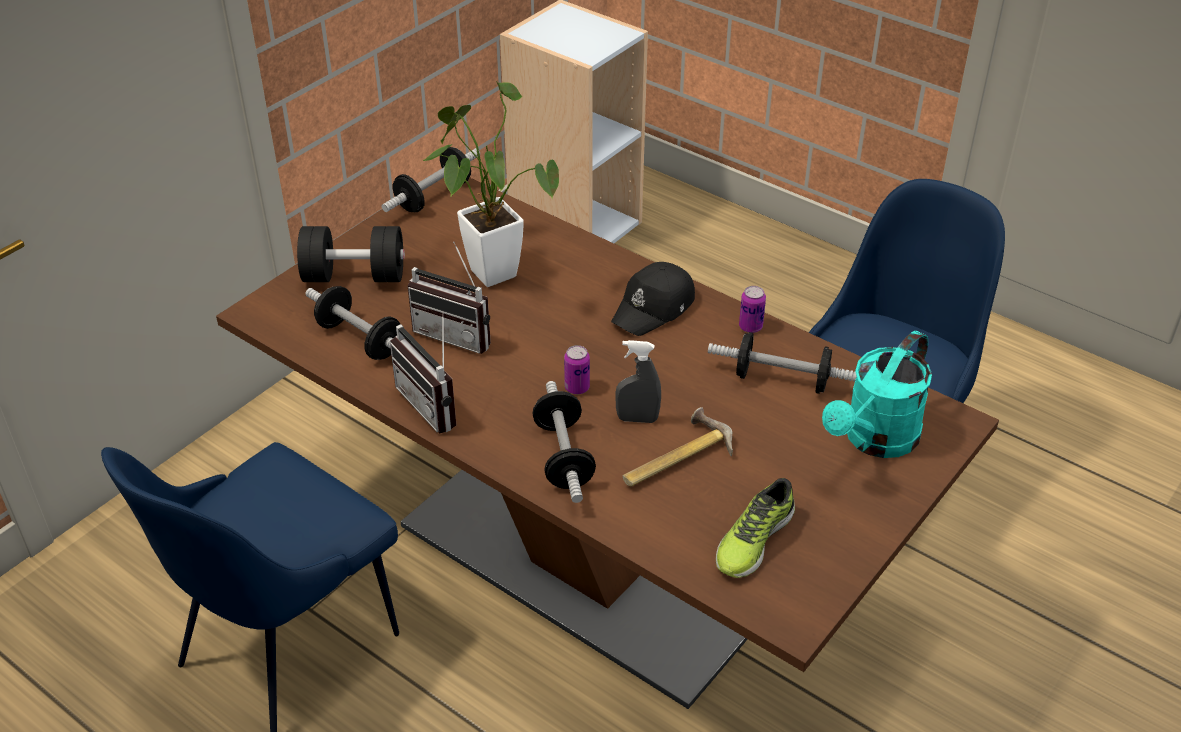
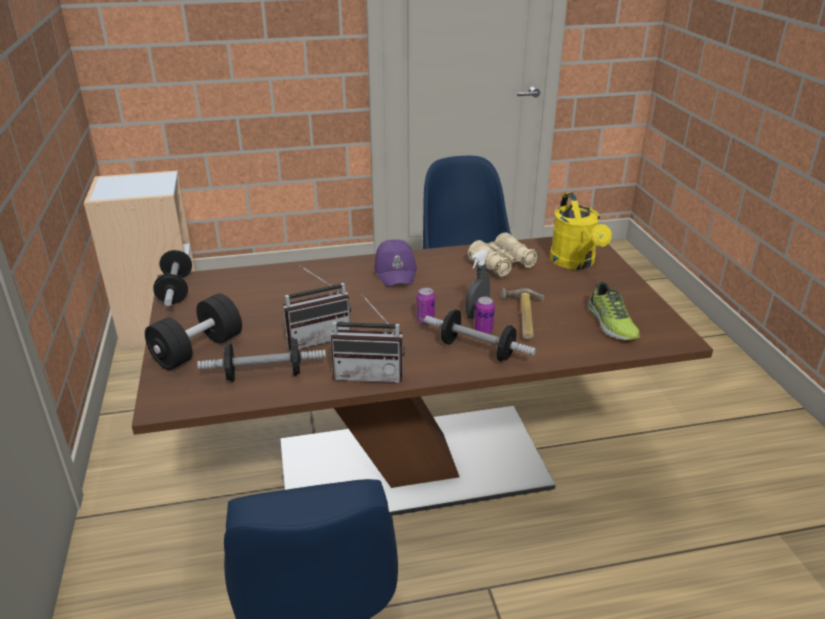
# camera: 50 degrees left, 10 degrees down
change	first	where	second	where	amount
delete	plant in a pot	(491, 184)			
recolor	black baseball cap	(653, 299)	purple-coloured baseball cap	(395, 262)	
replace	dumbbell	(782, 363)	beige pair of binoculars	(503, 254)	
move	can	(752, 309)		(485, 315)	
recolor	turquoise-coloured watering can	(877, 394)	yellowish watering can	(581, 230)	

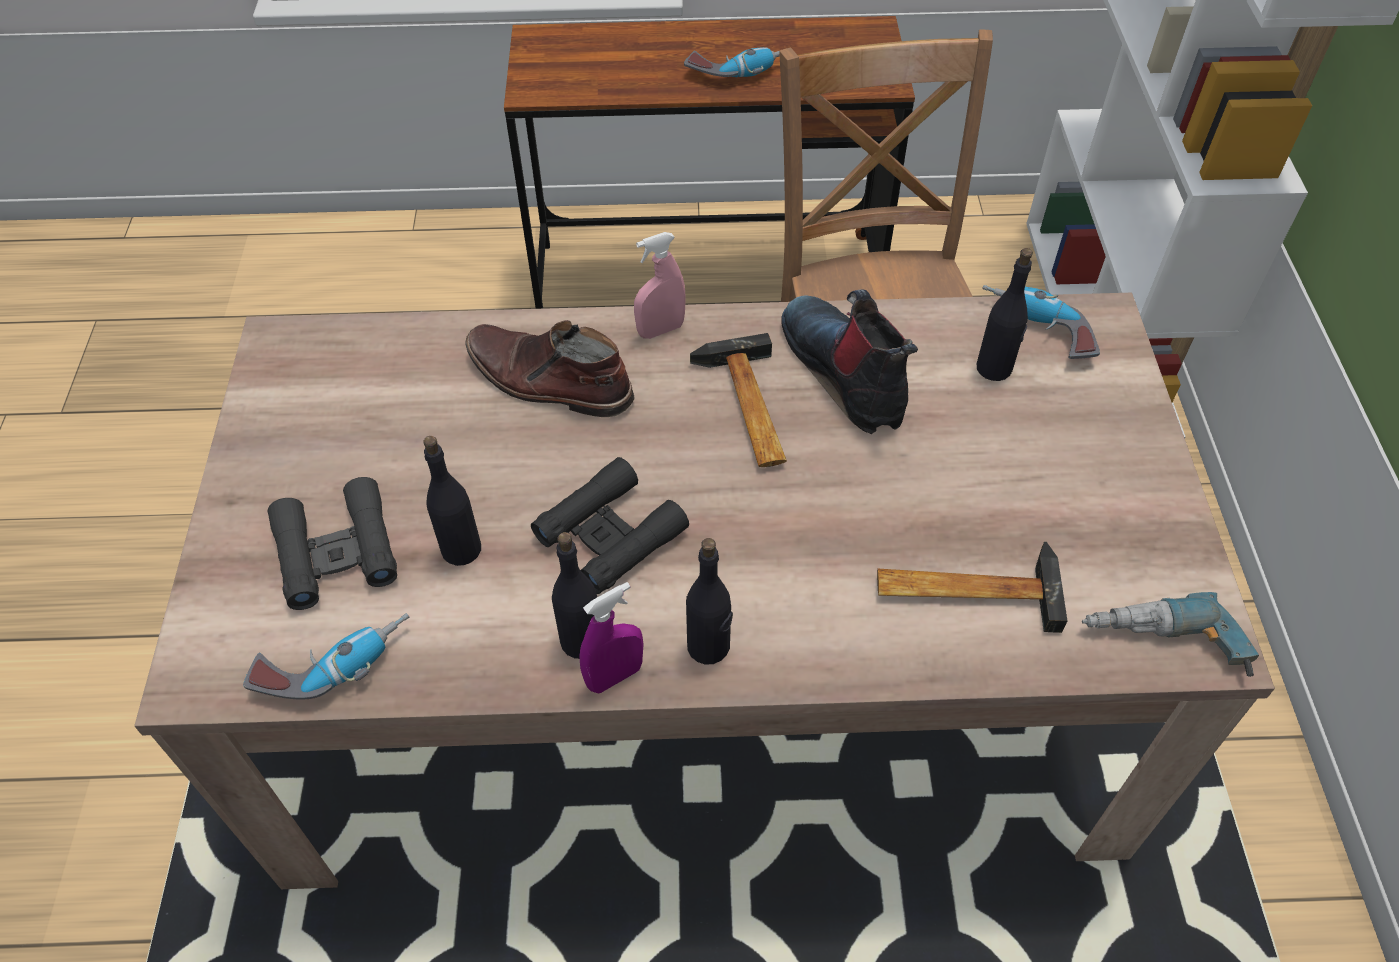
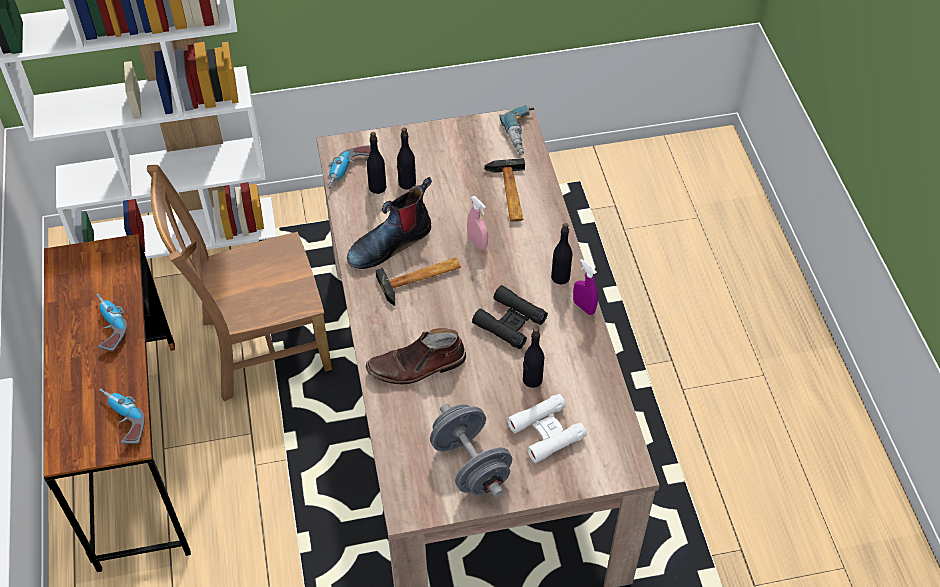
# camera: 100 degrees left, 0 degrees up
change	first	where	second	where	amount
move	power drill	(326, 656)		(122, 416)	
recolor	black pair of binoculars	(332, 543)	white-coloured pair of binoculars	(547, 428)	
rotate	brownish tall boot	(550, 368)		(416, 356)	60 degrees clockwise
move	black drink bottle	(574, 595)		(406, 159)	
move	pink sprayer	(660, 285)		(477, 223)	
insert			grey dumbbell	(471, 450)	

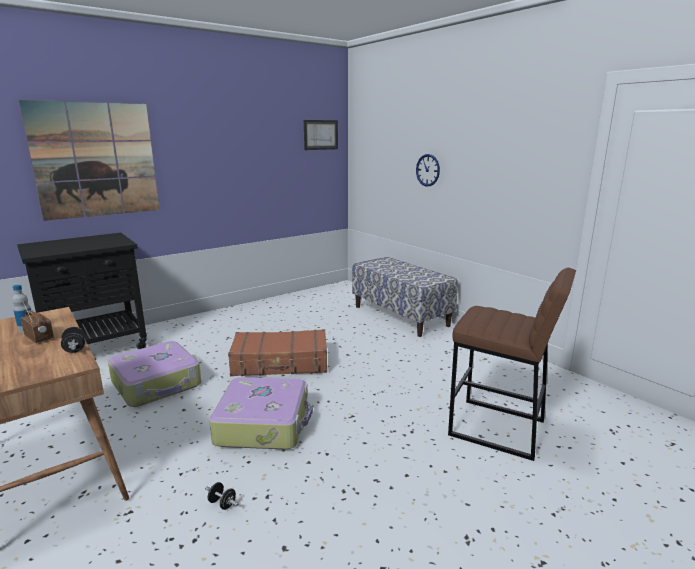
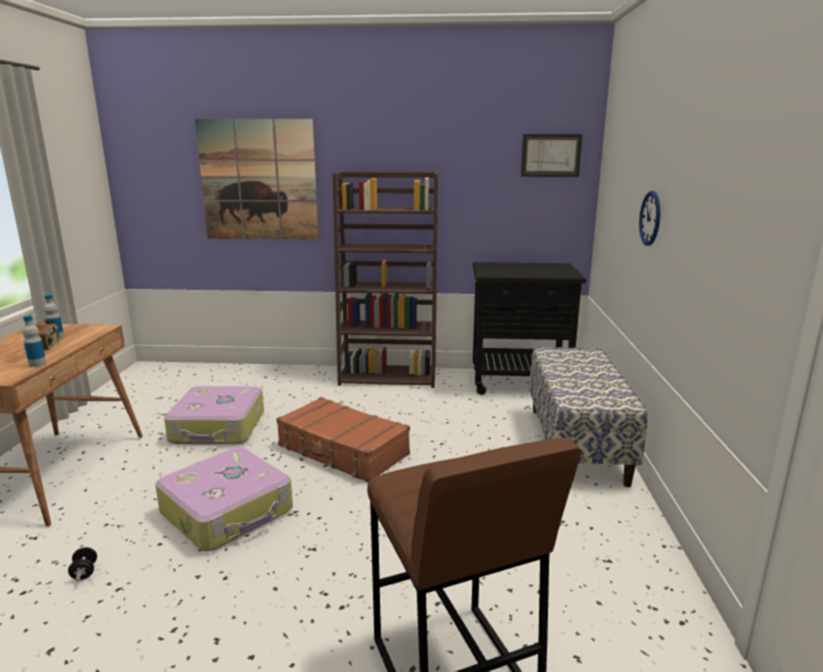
# camera: 40 degrees right, 0 degrees up
change	first	where	second	where	amount
move	black trolley	(82, 291)		(529, 328)	
replace	black dumbbell	(73, 340)	drink bottle	(34, 341)	
insert			brownish bookcase	(385, 280)	

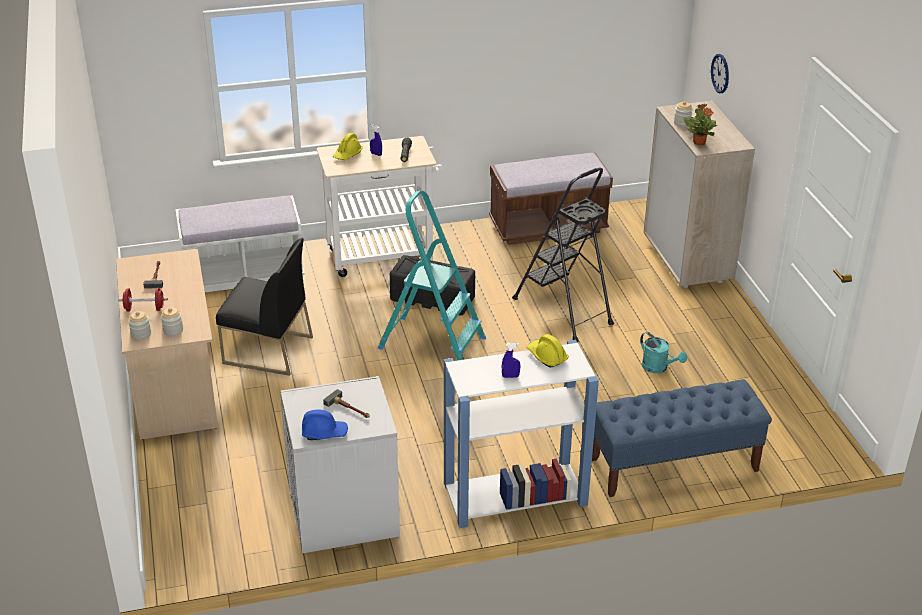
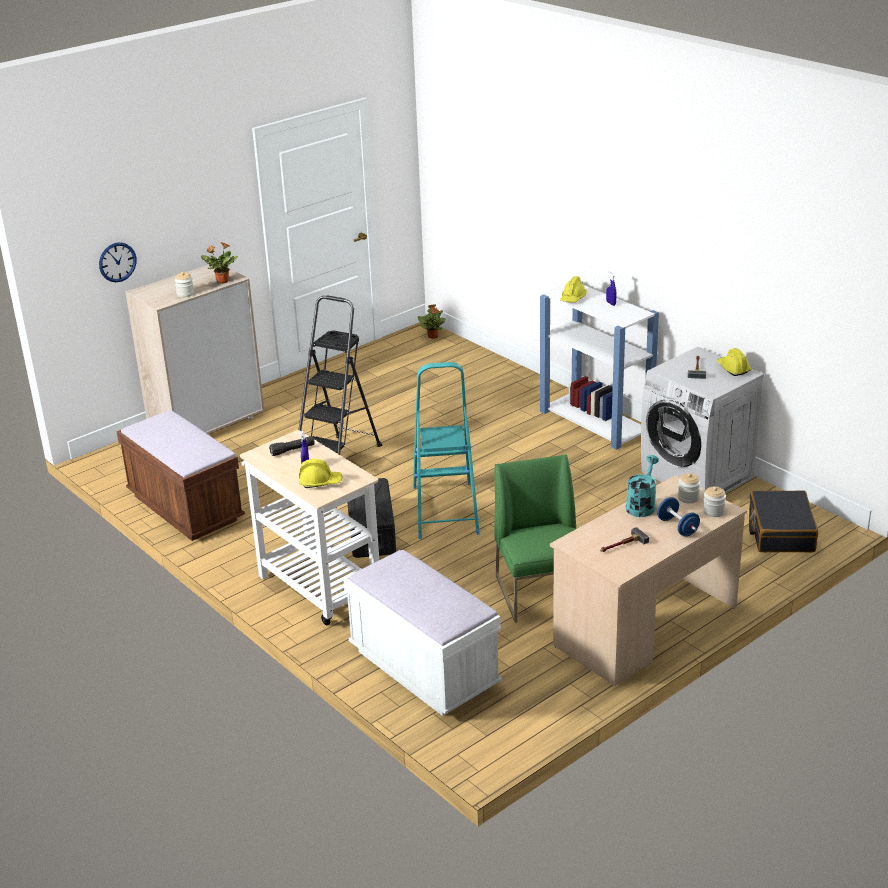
# camera: 115 degrees left, 5 degrees down
change	first	where	second	where	amount
recolor	red dumbbell	(143, 300)	blue dumbbell	(678, 517)	
recolor	black upright chair	(264, 307)	green upright chair	(535, 539)	
recolor	blue safety helmet	(325, 424)	yellowish safety helmet	(734, 362)	
delete	blue bench	(682, 438)			
move	turquoise-coloured watering can	(663, 352)		(642, 486)	
insert			plant in a pot	(431, 321)	
insert			black suitcase	(783, 521)	

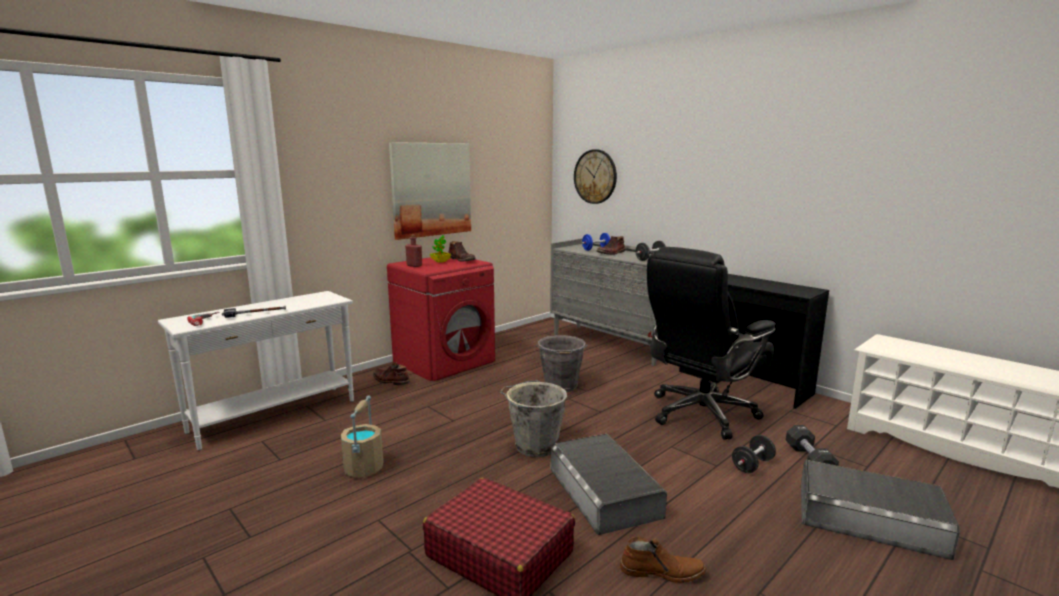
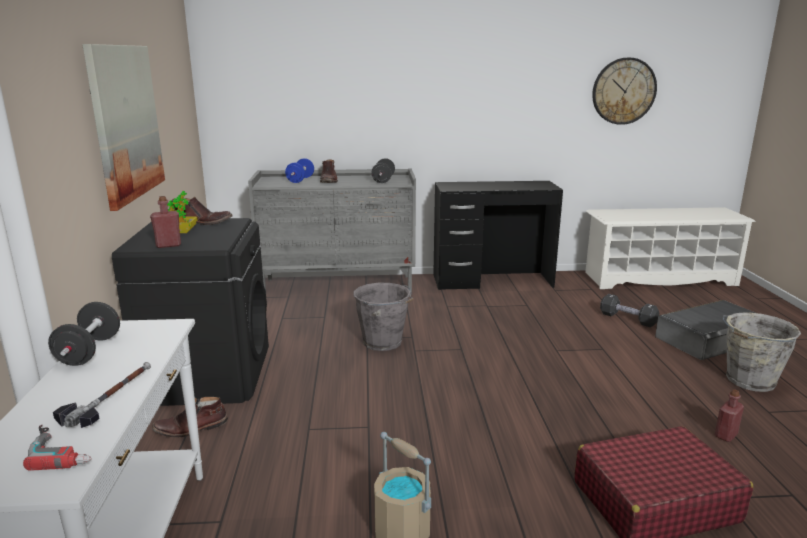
# camera: 50 degrees left, 5 degrees up
change	first	where	second	where	amount
recolor	red laundry machine	(441, 319)	black laundry machine	(190, 312)	
move	grey pail	(533, 418)		(762, 352)	
delete	grey storage box	(609, 484)			
move	hanging clock	(595, 176)		(624, 91)	
replace	brownish tall boot	(663, 560)	red drink bottle	(729, 415)	
delete	black computer chair	(711, 343)			
move	black dumbbell	(754, 454)		(84, 334)	

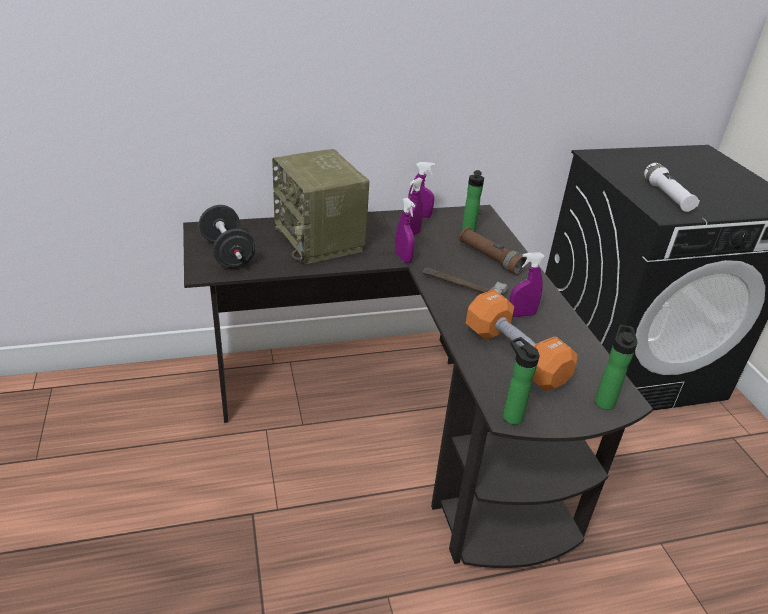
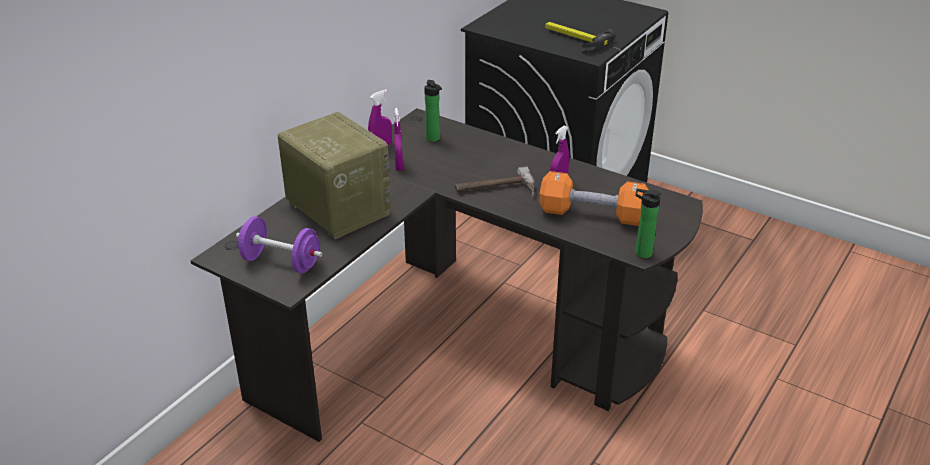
# camera: 40 degrees left, 0 degrees up
change	first	where	second	where	amount
recolor	black dumbbell	(227, 236)	purple-coloured dumbbell	(279, 245)	
rotate	radio set	(320, 206)		(334, 175)	150 degrees counterclockwise
delete	purple-coloured sprayer	(405, 230)			
delete	brownish hand torch	(493, 251)			
delete	drink bottle	(616, 367)			
replace	white-coloured hand torch	(672, 187)	hammer	(580, 38)	

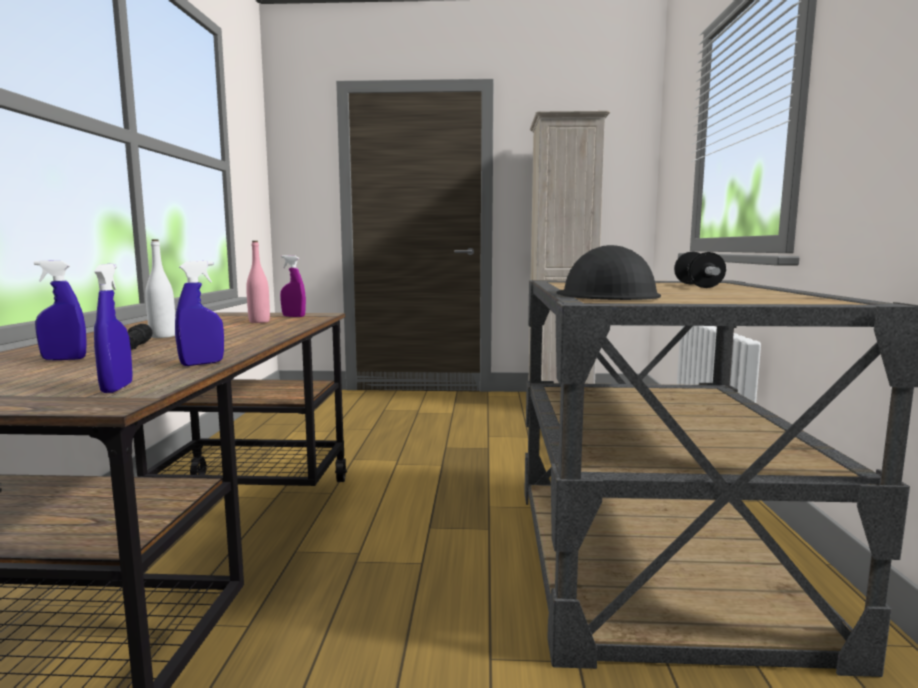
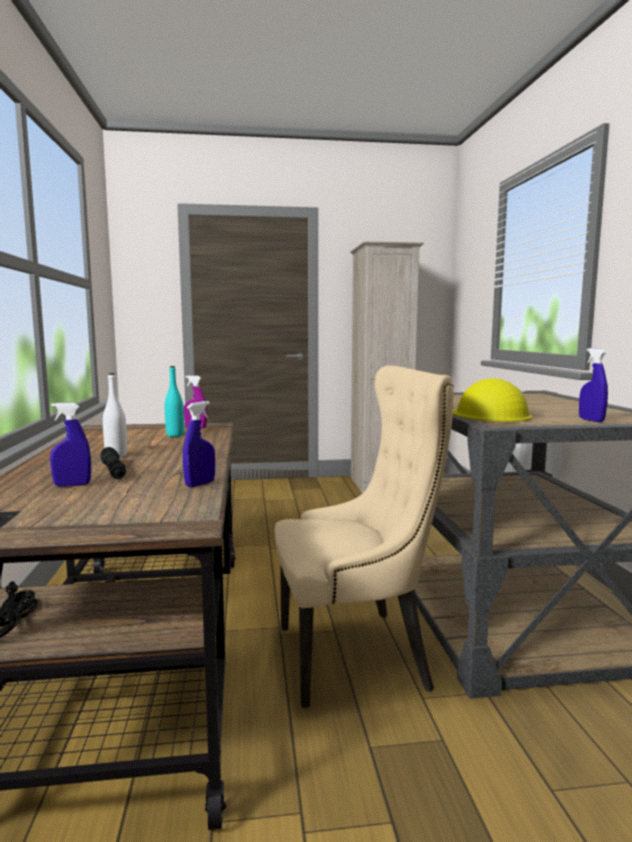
# camera: 10 degrees left, 0 degrees up
change	first	where	second	where	amount
move	blue sprayer	(113, 328)		(593, 385)	
recolor	pink drink bottle	(258, 282)	turquoise-coloured drink bottle	(174, 401)	
recolor	black safety helmet	(609, 272)	yellowish safety helmet	(492, 400)	
delete	dumbbell	(700, 270)			
insert			beige upright chair	(364, 536)	

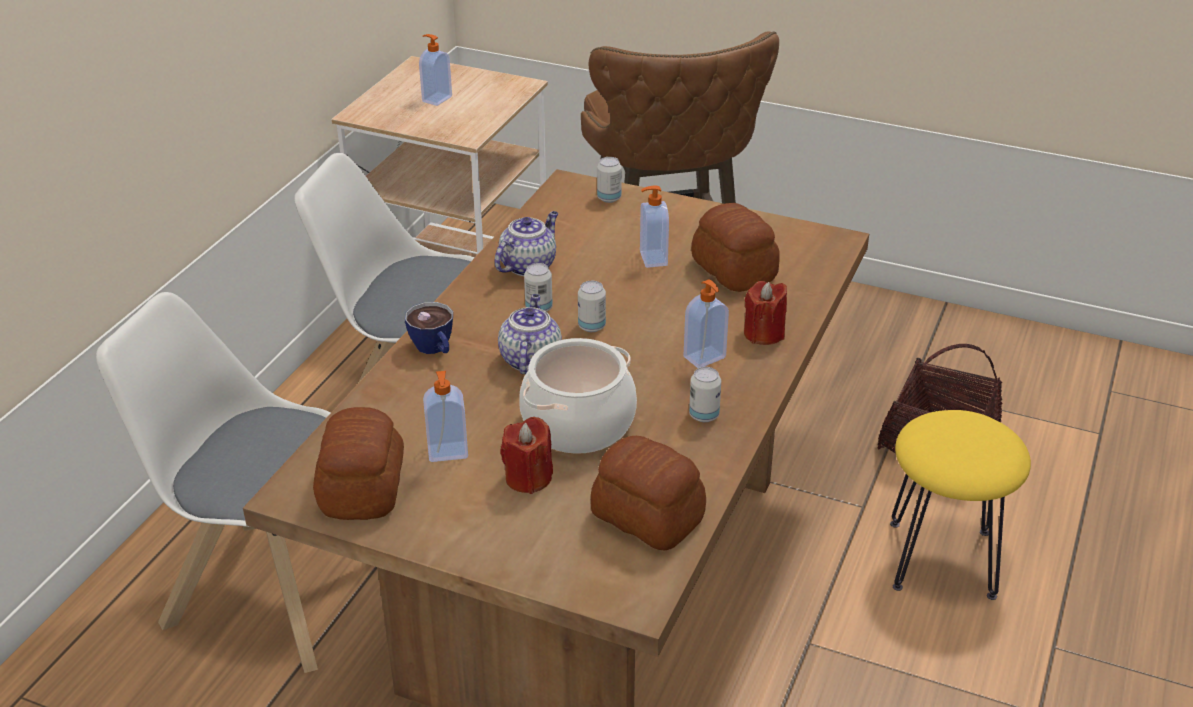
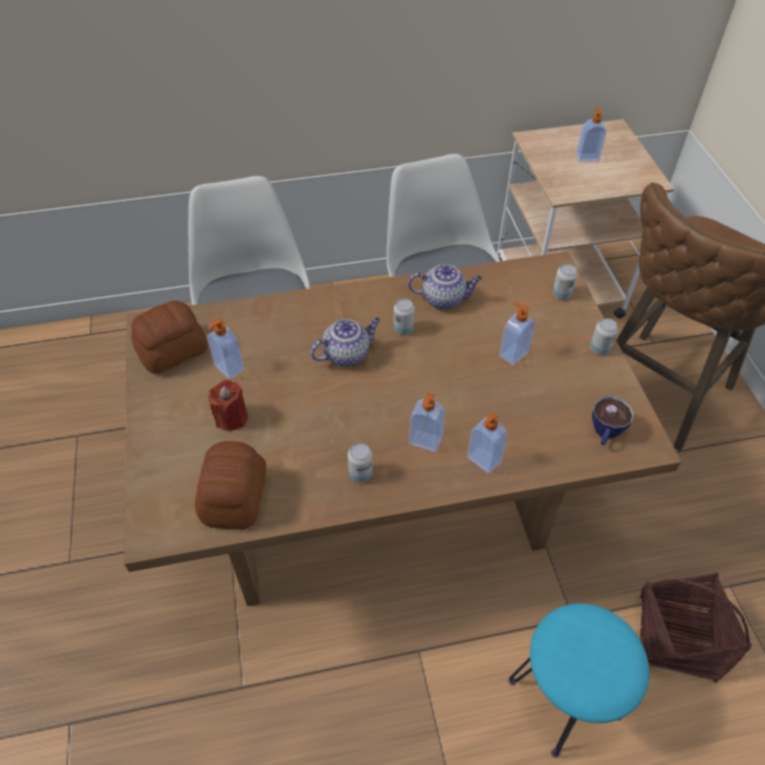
# camera: 55 degrees right, 15 degrees up
change	first	where	second	where	amount
move	drinking cup	(429, 328)		(613, 420)	
delete	cooking pot	(578, 396)			
move	can	(592, 306)		(604, 336)	
delete	bread	(735, 247)			
replace	red candle	(765, 313)	soap dispenser	(487, 443)	
recolor	yellowish stool	(960, 505)	turquoise-coloured stool	(579, 680)	

